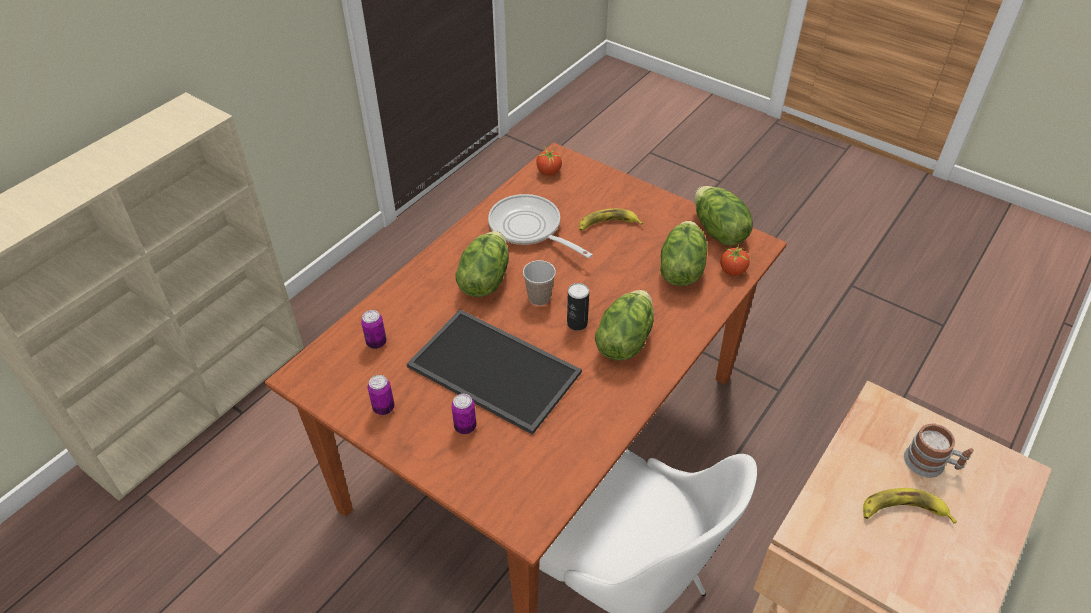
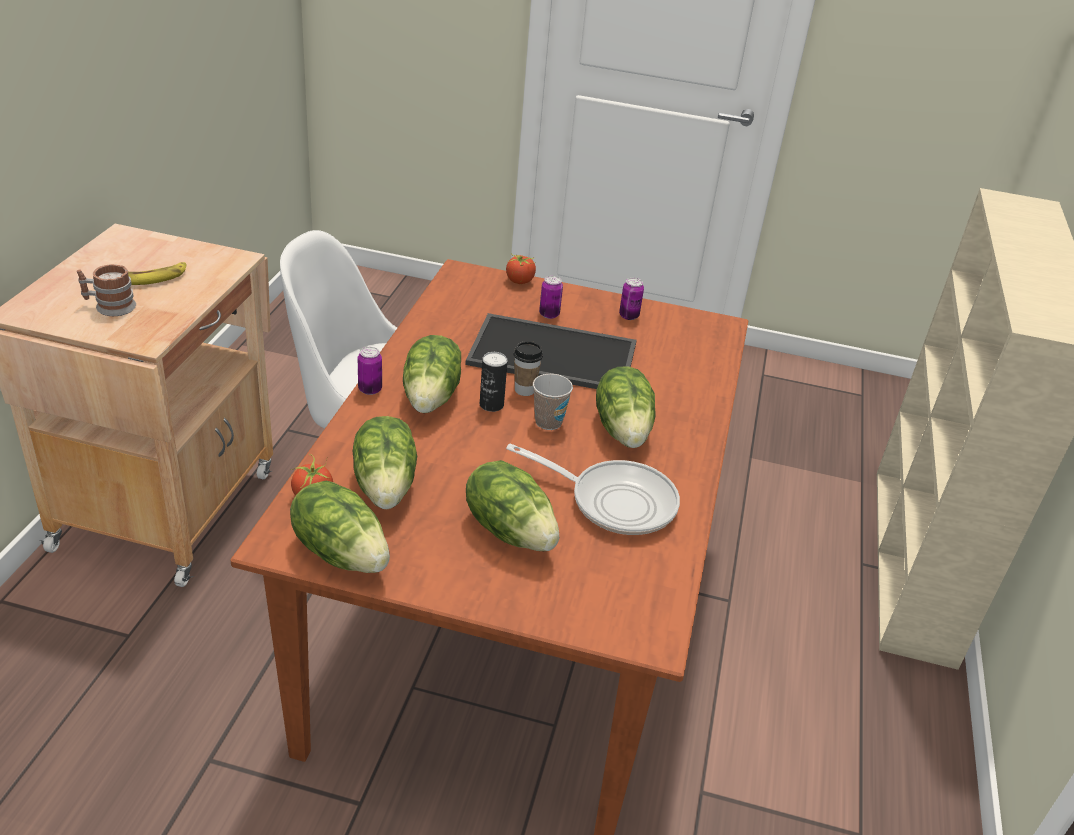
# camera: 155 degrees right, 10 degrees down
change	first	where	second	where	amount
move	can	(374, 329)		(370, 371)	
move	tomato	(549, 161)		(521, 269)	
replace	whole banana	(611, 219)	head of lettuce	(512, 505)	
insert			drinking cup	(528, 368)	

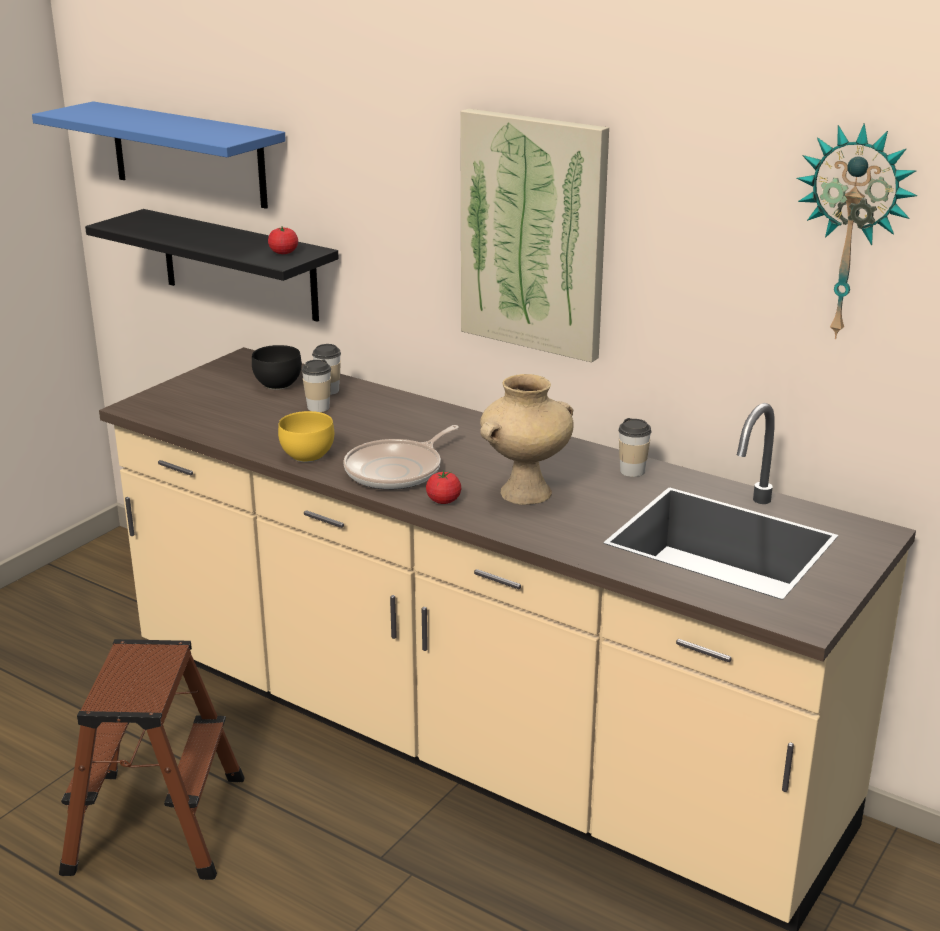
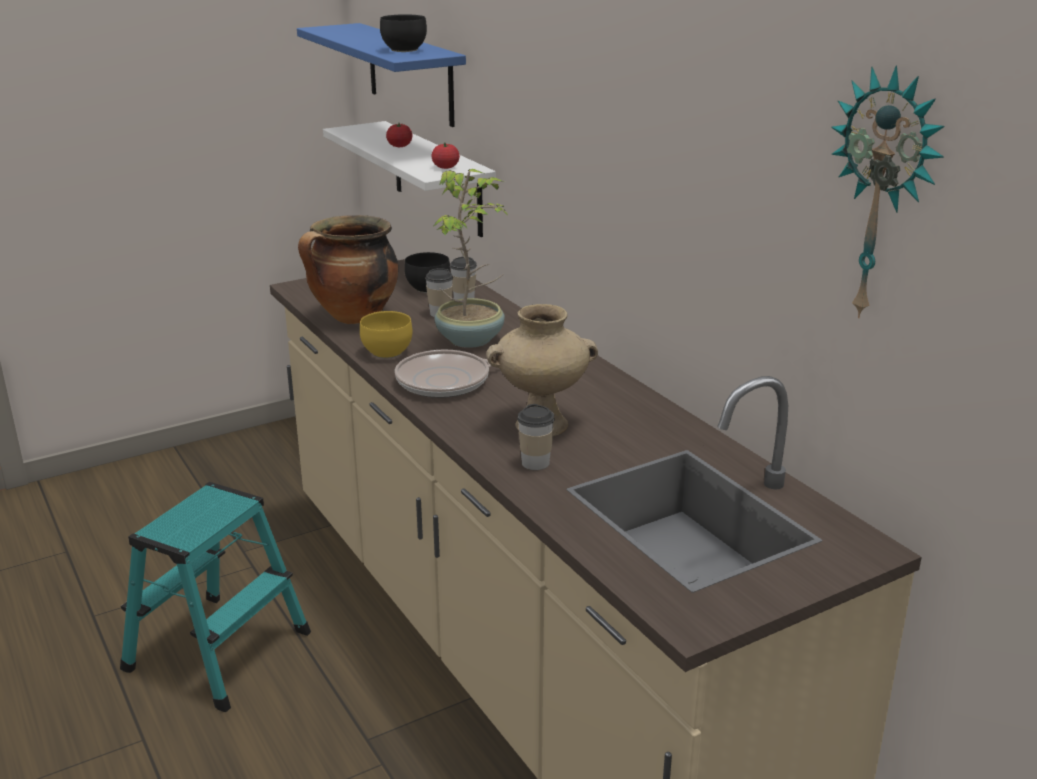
# camera: 25 degrees right, 0 degrees up
change	first	where	second	where	amount
recolor	brownish step ladder	(152, 759)	turquoise-coloured step ladder	(215, 597)	
recolor	black shelf	(212, 265)	white-coloured shelf	(409, 179)	
move	tomato	(443, 487)		(399, 135)	
delete	wall picture	(534, 236)			
move	drinking cup	(635, 447)		(536, 437)	
insert			cooking pot	(348, 269)	
insert			black serving bowl	(403, 33)	
insert			plant in a pot	(470, 258)	

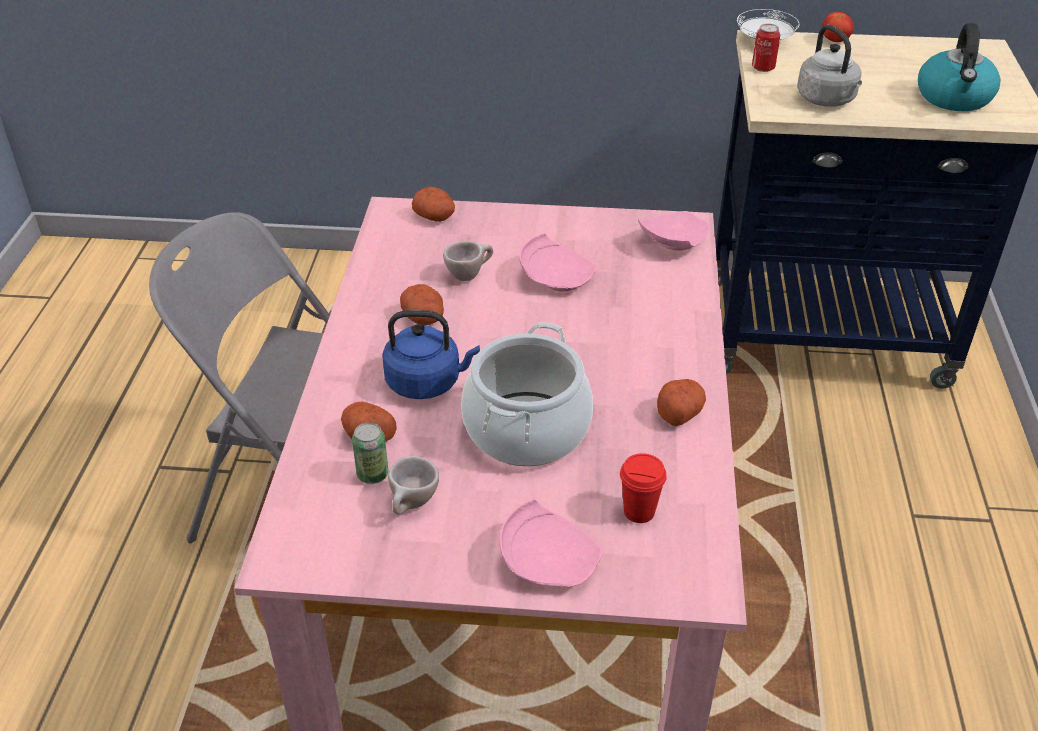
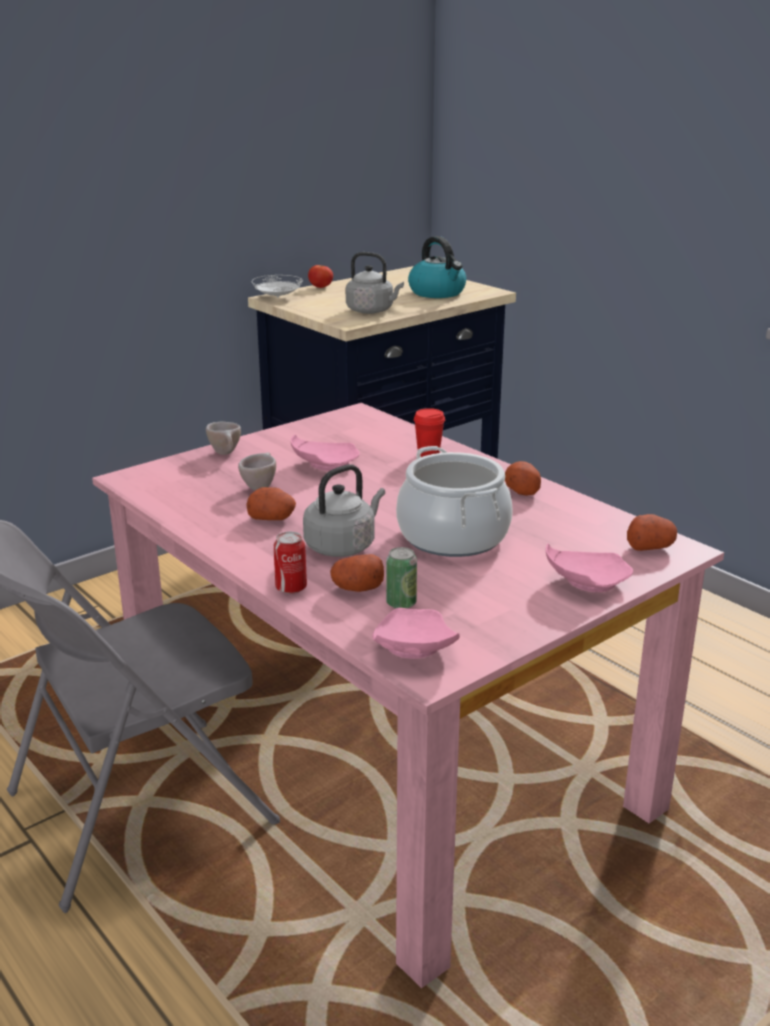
# camera: 45 degrees left, 15 degrees down
change	first	where	second	where	amount
recolor	blue kettle	(431, 354)	grey kettle	(344, 510)	
move	beige drinking cup	(413, 485)		(223, 438)	
move	spud	(433, 204)		(652, 532)	
move	red drinking cup	(643, 488)		(429, 432)	
move	pink plate	(674, 231)		(416, 633)	
move	can	(766, 48)		(290, 563)	

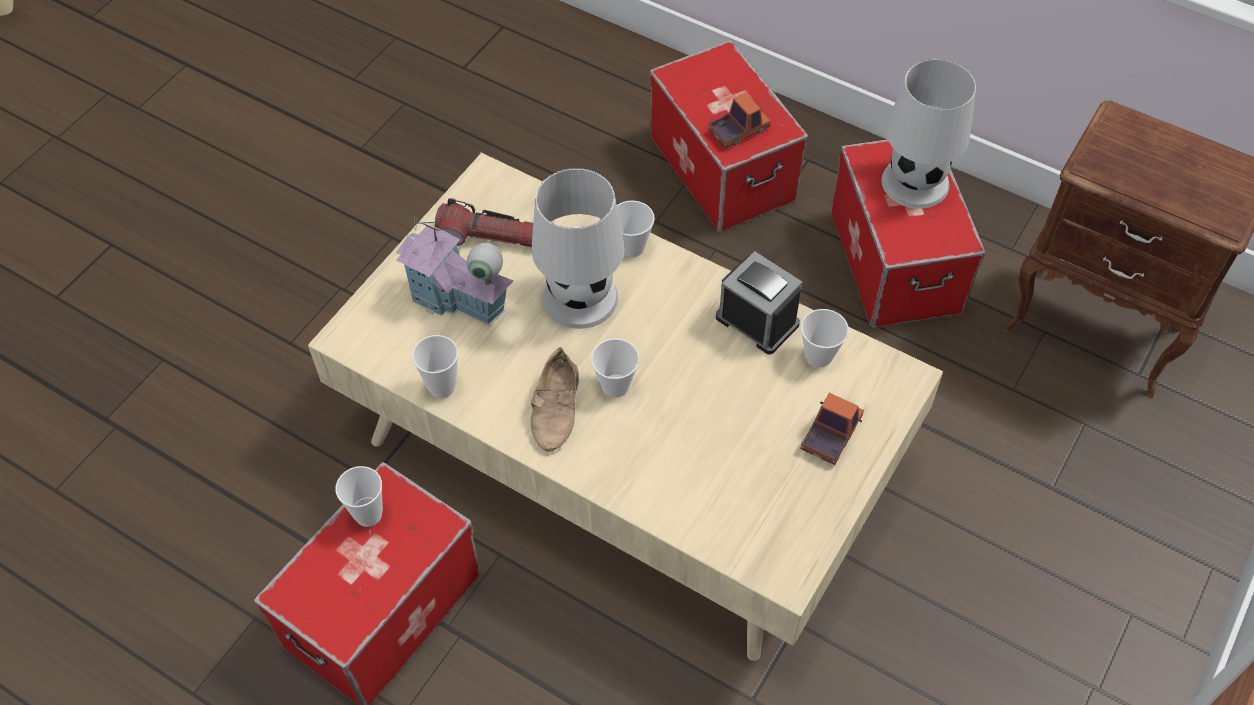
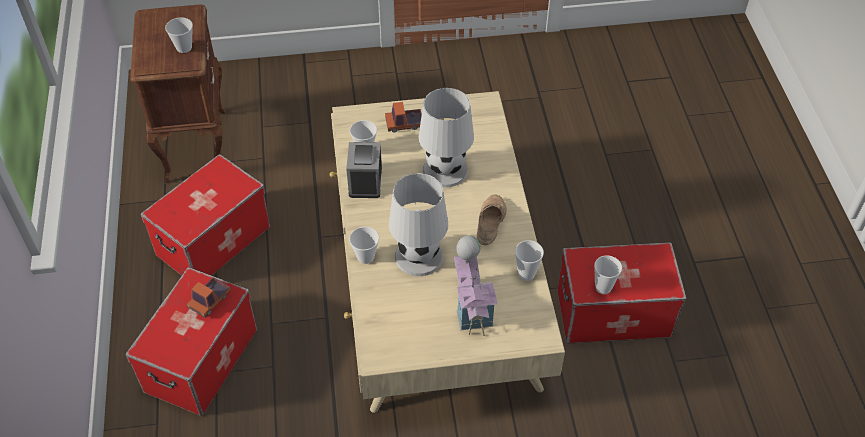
# camera: 130 degrees left, 5 degrees down
change	first	where	second	where	amount
delete	hand torch	(484, 222)			
rotate	beige item of footwear	(555, 399)		(492, 219)	45 degrees counterclockwise
move	drinking cup	(615, 367)		(179, 35)	
rotate	toy truck	(739, 120)		(209, 297)	75 degrees counterclockwise
move	white-coloured lamp for a table	(929, 134)		(446, 138)	

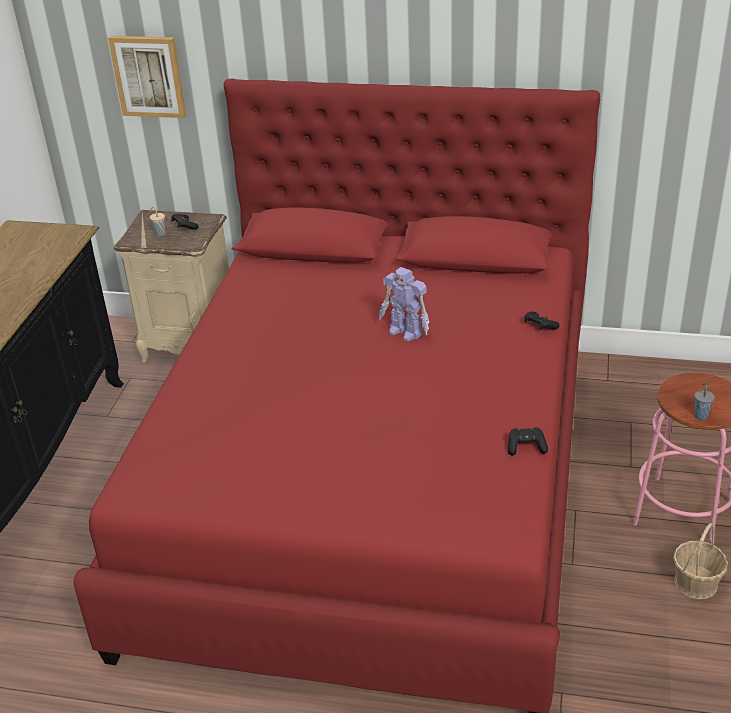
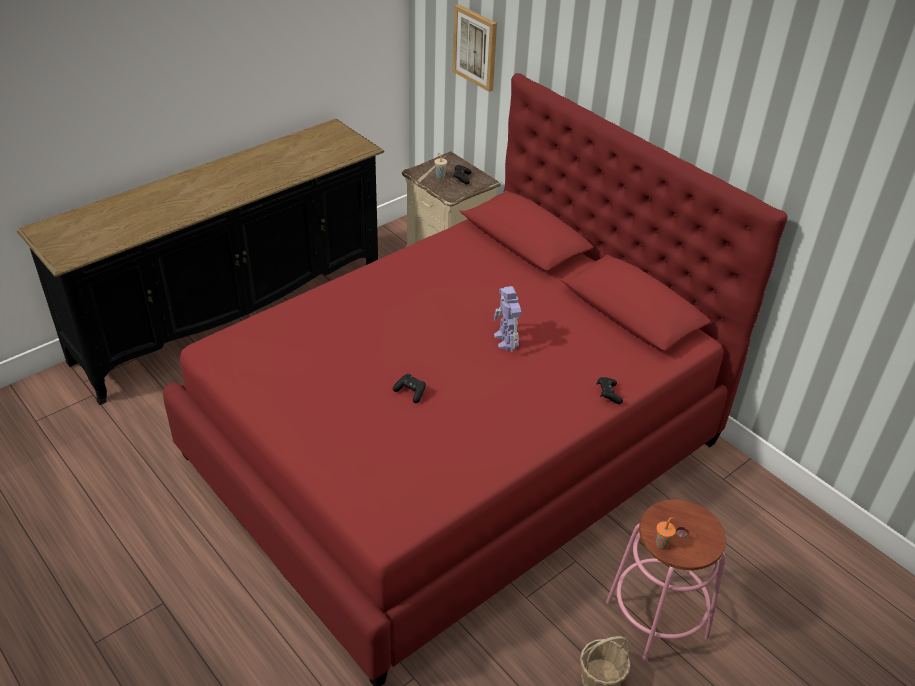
# camera: 35 degrees right, 5 degrees up
change	first	where	second	where	amount
move	black gamepad	(528, 441)		(409, 388)	
recolor	grey drinking cup	(704, 401)	orange-coloured drinking cup	(665, 533)	

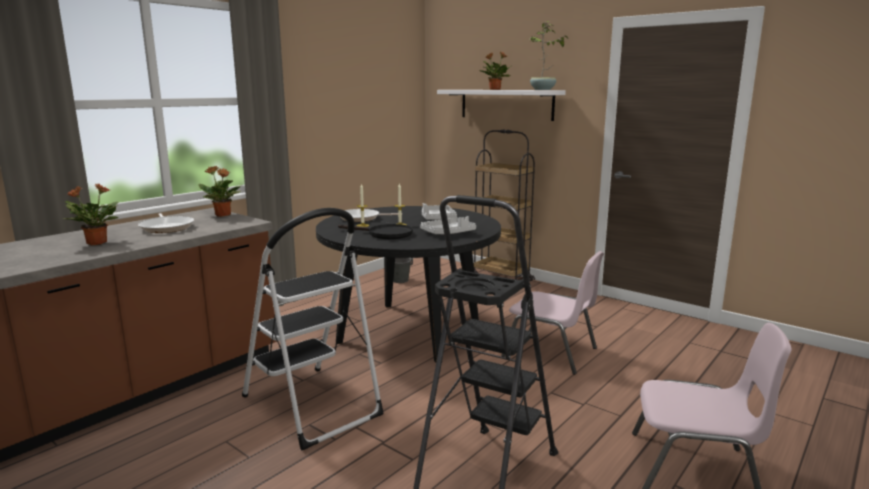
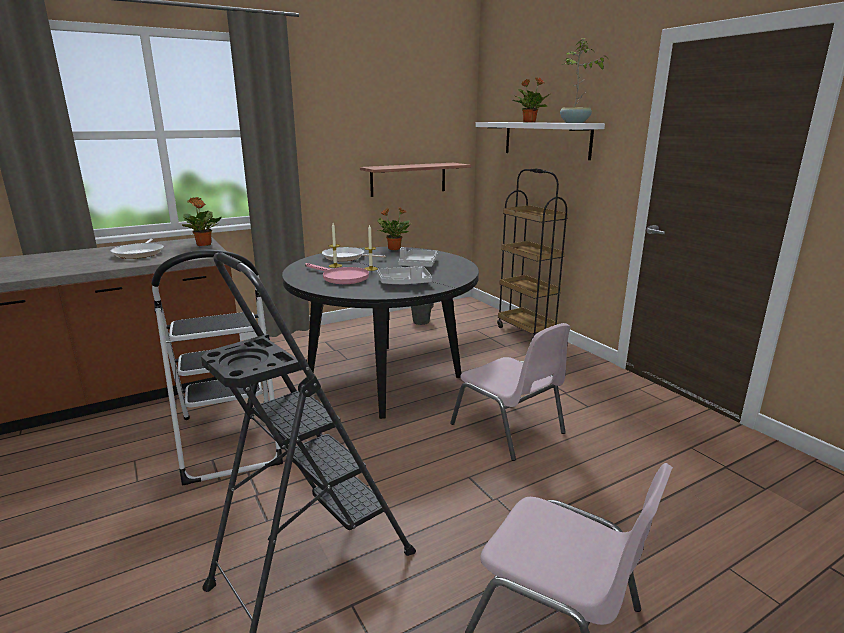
# camera: 20 degrees right, 5 degrees up
change	first	where	second	where	amount
move	plant in a pot	(90, 214)		(394, 228)	
recolor	black skillet	(375, 231)	pink skillet	(337, 273)	
insert			shelf	(415, 180)	

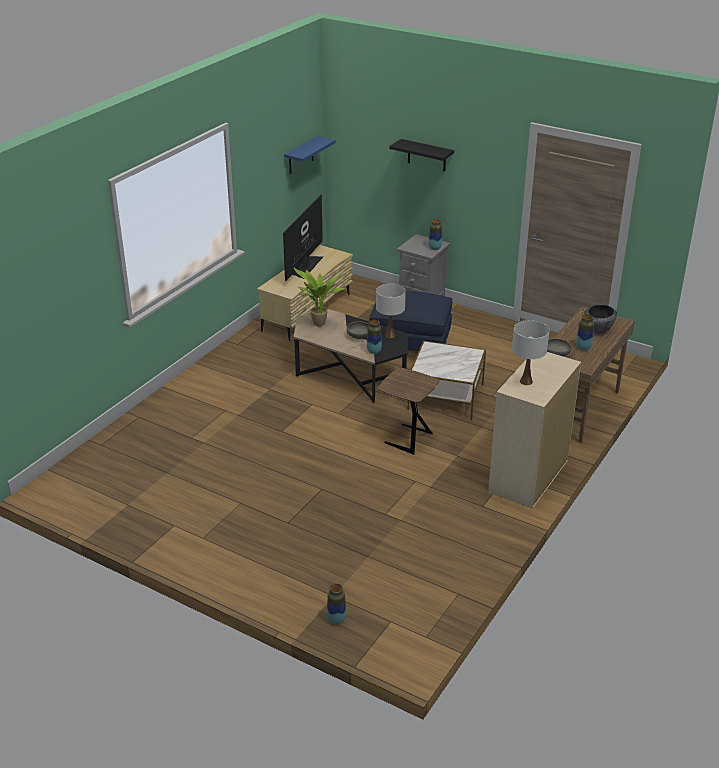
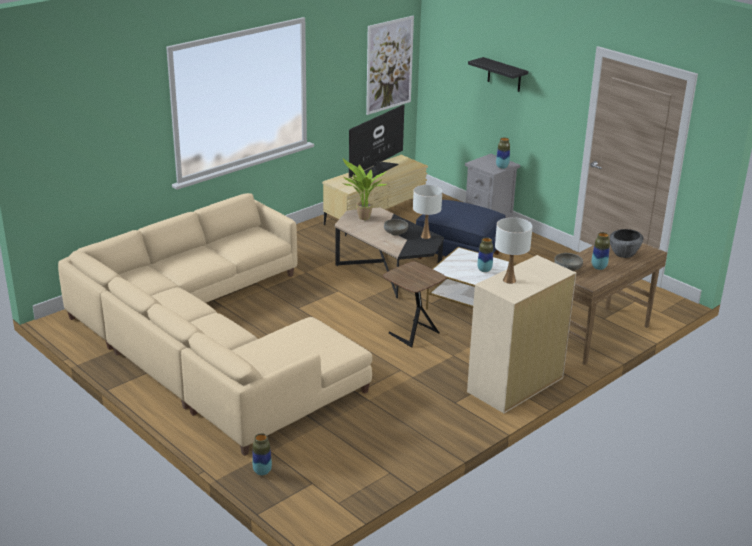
# camera: 15 degrees right, 5 degrees down
change	first	where	second	where	amount
replace	blue shelf	(310, 155)	wall picture	(390, 65)	
move	flower vase	(374, 337)		(485, 254)	
insert			beige sofa	(215, 324)	

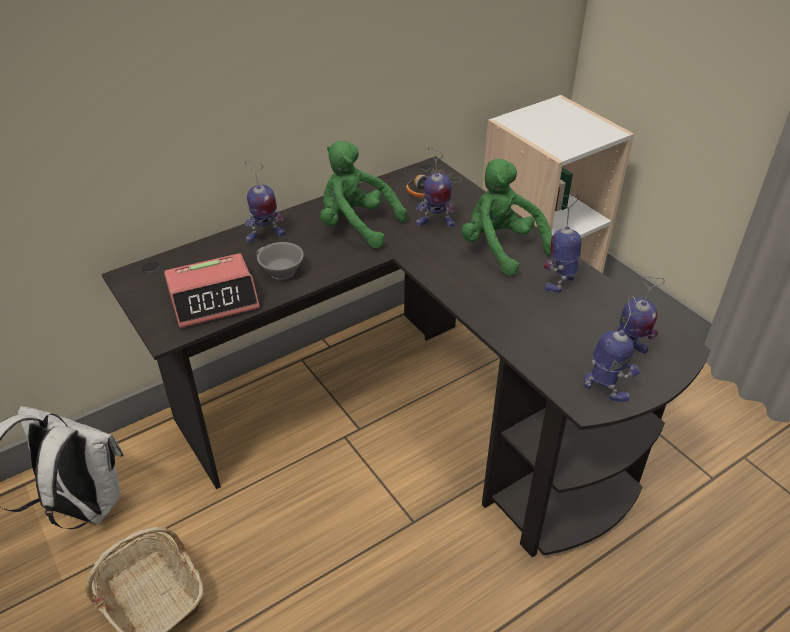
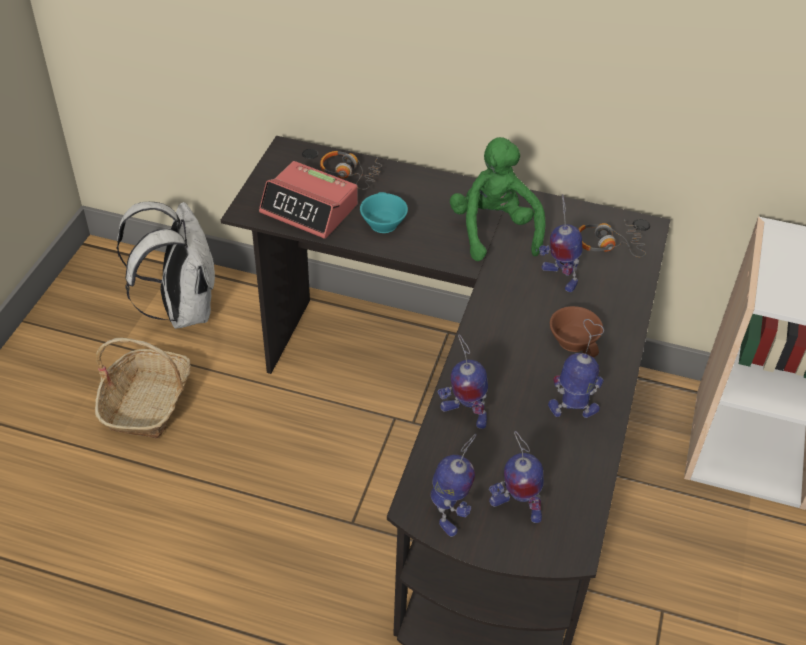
# camera: 50 degrees right, 5 degrees up
change	first	where	second	where	amount
move	robot figure	(265, 202)		(462, 381)	
recolor	grey drinking cup	(280, 261)	turquoise-coloured drinking cup	(384, 212)	
replace	green plush toy	(506, 217)	brownish drinking cup	(576, 332)	
insert			pair of headphones	(351, 170)	

